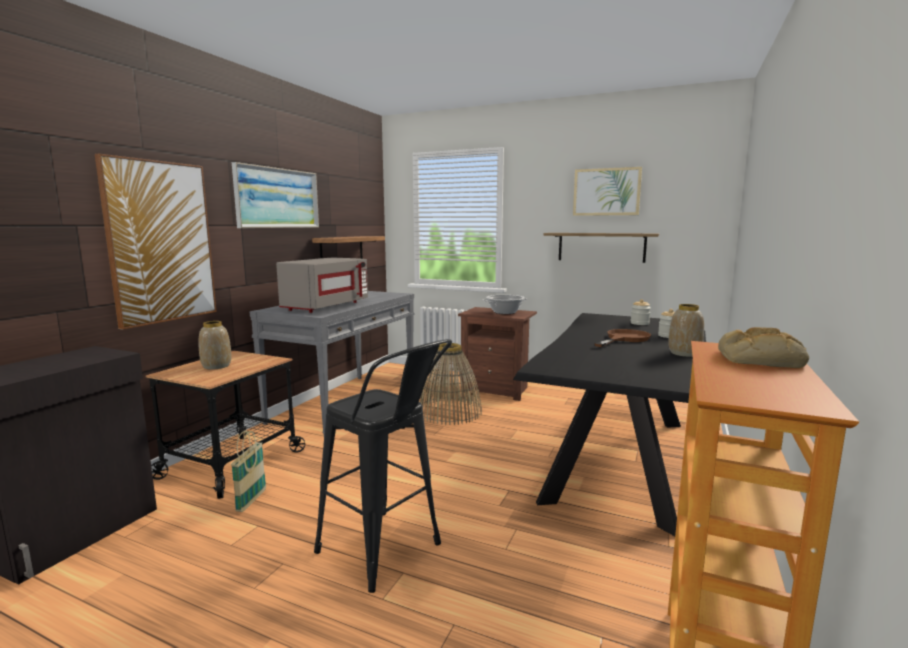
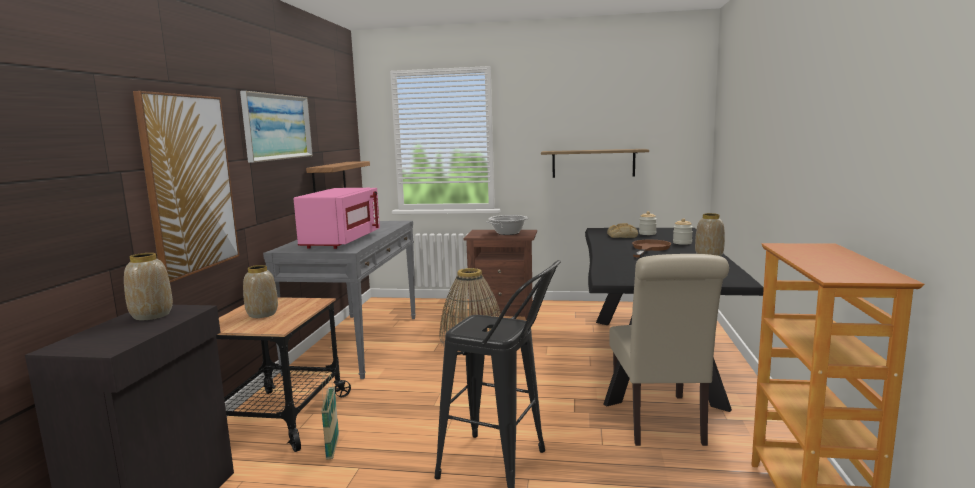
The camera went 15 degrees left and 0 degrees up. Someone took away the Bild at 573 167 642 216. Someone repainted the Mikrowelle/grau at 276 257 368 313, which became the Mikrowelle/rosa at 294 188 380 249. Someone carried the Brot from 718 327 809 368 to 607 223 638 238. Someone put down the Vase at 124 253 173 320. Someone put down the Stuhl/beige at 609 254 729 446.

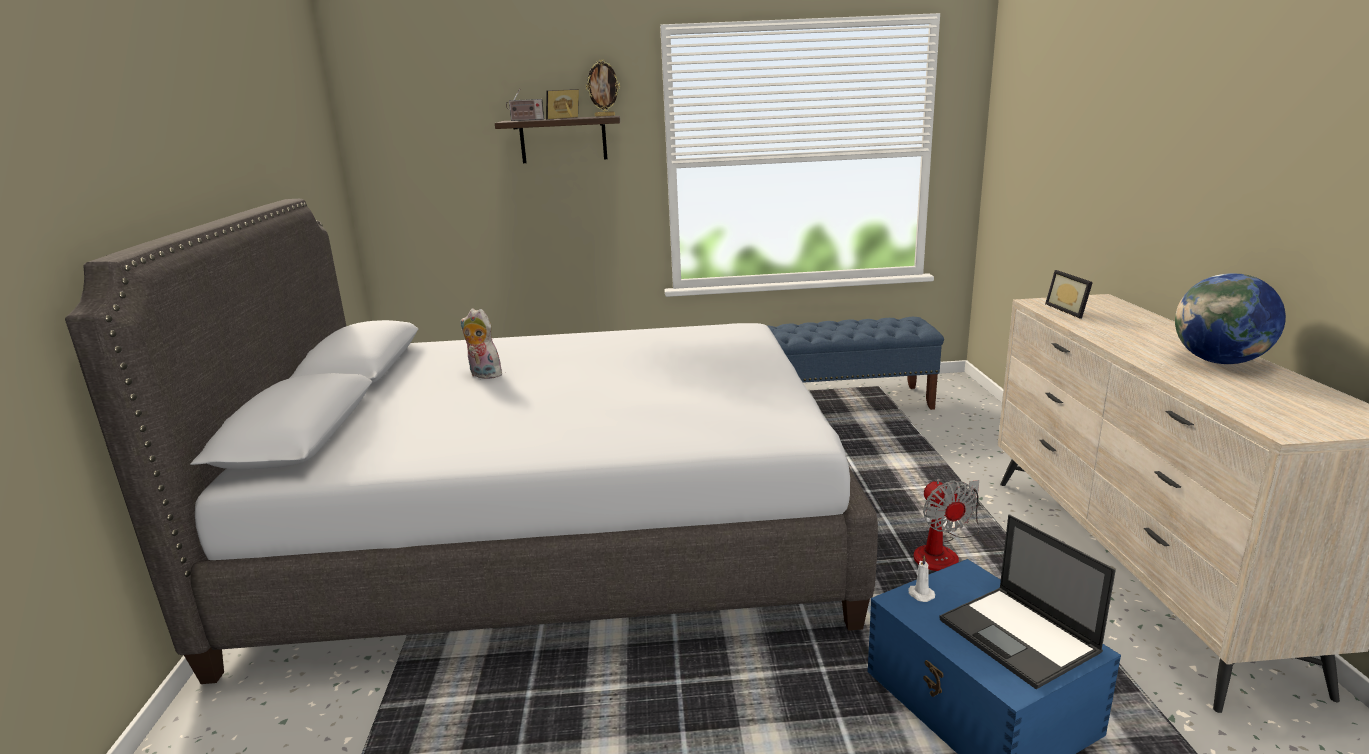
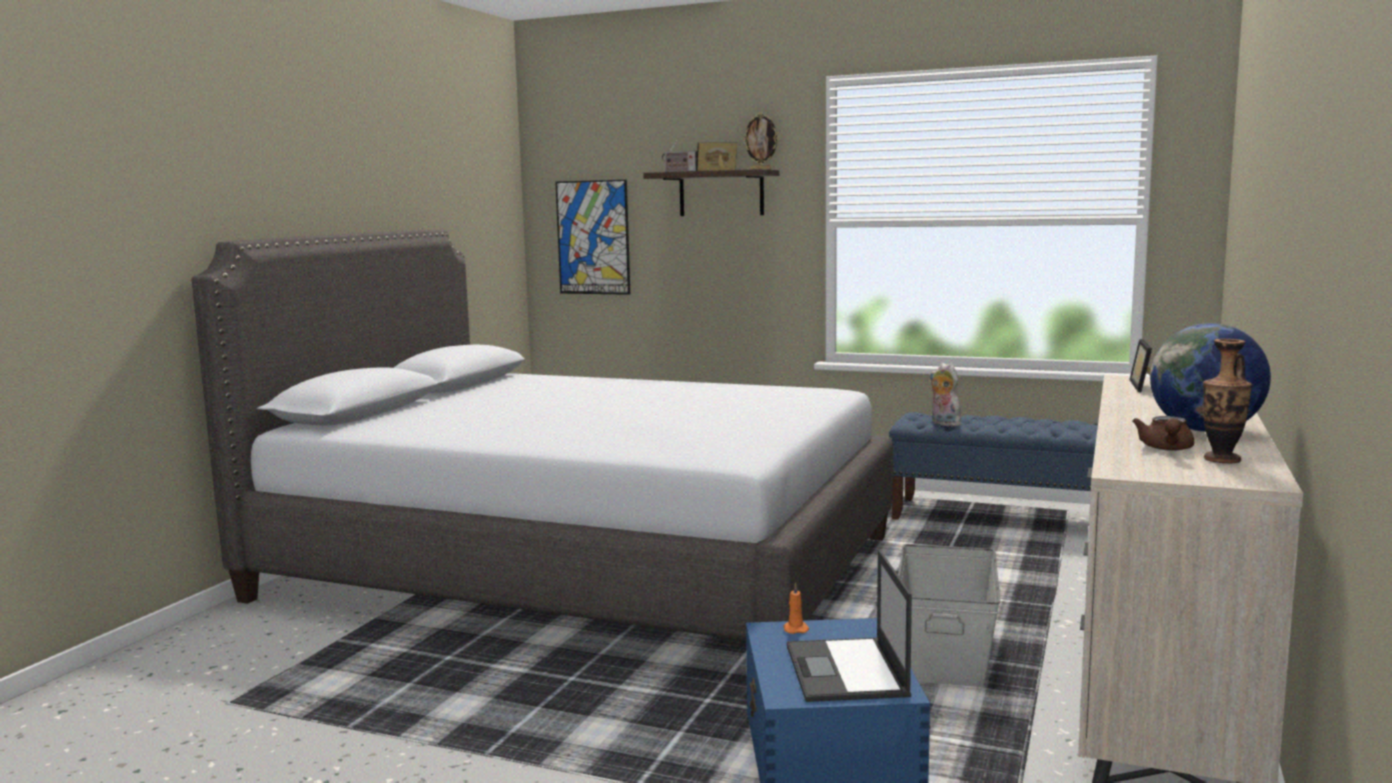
The camera went 25 degrees right and 10 degrees down. Someone carried the Plüschtier from 460 309 502 379 to 930 363 964 427. Someone swapped the Ventilator at 913 479 979 571 for the Aufbewahrungsbox/grau at 898 544 1000 687. Someone repainted the Kerze/weiß at 908 555 935 602, which became the Kerze/orange at 783 582 809 634. Someone put up the Bild at 555 180 630 295. Someone put down the Vase at 1203 339 1252 463. Someone put down the Teekanne/braun at 1132 416 1194 451.

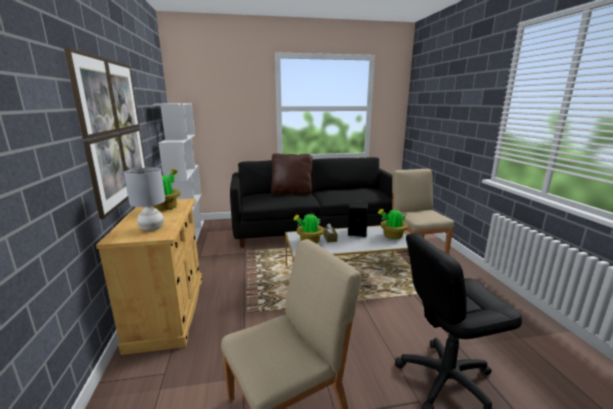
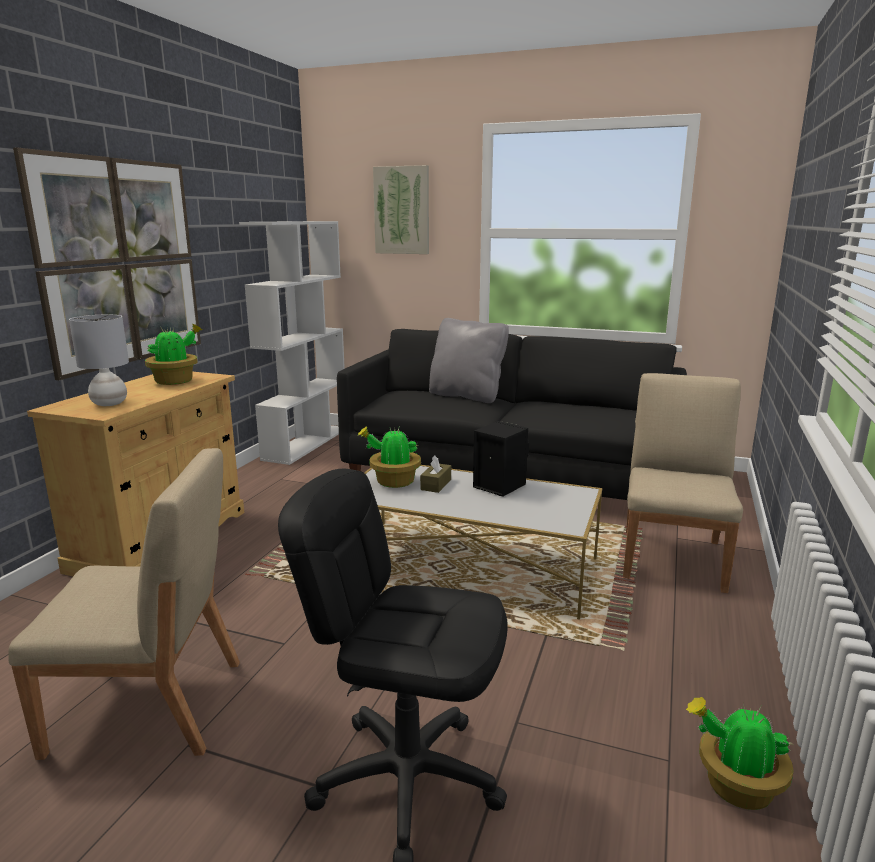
The camera went 30 degrees right and 0 degrees up. Someone repainted the Kissen/braun at 271 153 313 195, which became the Kissen/grau at 429 318 509 403. Someone carried the Topfpflanze from 378 207 408 239 to 686 697 794 810. Someone put up the Bild at 373 165 429 254.

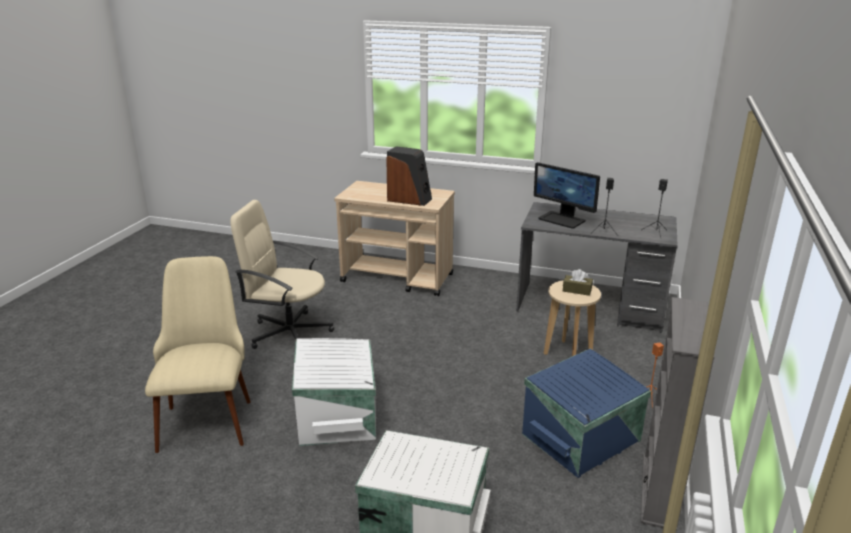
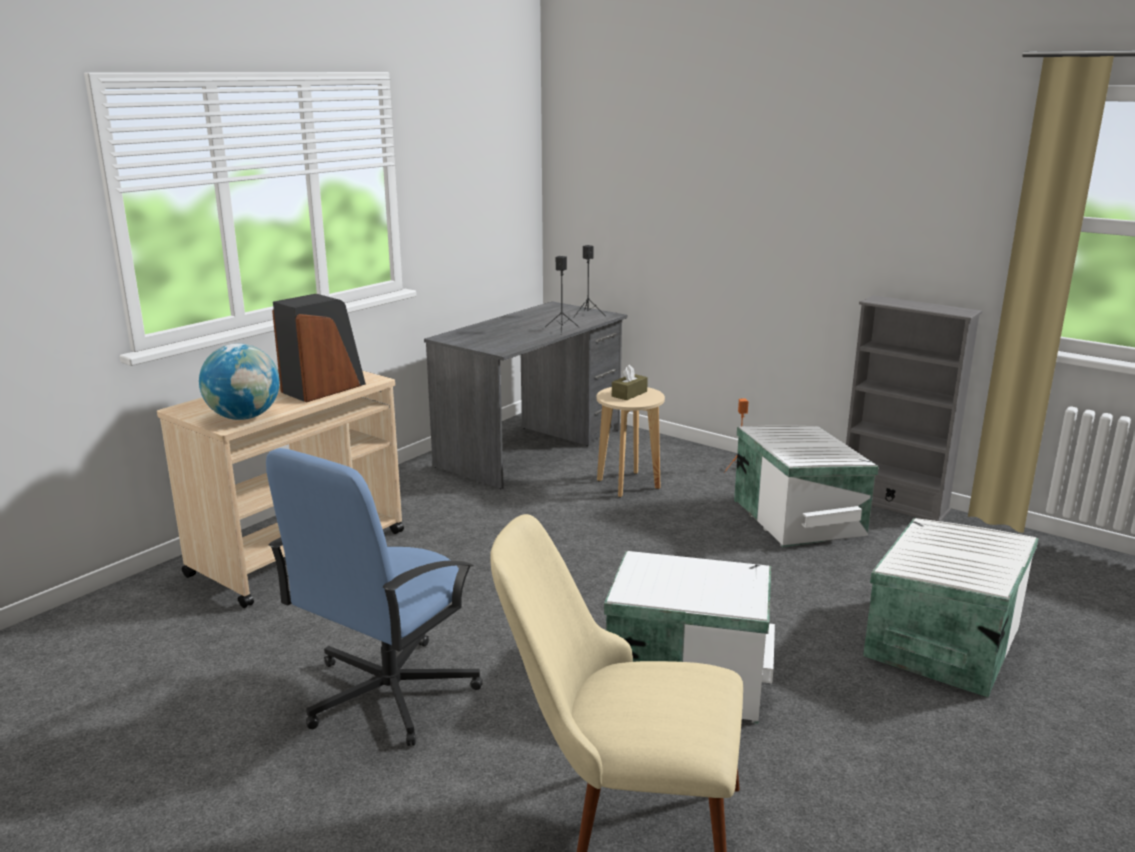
The camera went 70 degrees left and 5 degrees down. Someone took away the Monitor at 534 162 600 229. Someone repainted the Bürostuhl/beige at 231 200 334 349, which became the Bürostuhl/blau at 266 448 483 746. Someone repainted the Aufbewahrungsbox/blau at 522 348 651 478, which became the Aufbewahrungsbox/weiß at 734 425 879 547. Someone put down the Globus at 199 343 280 420.

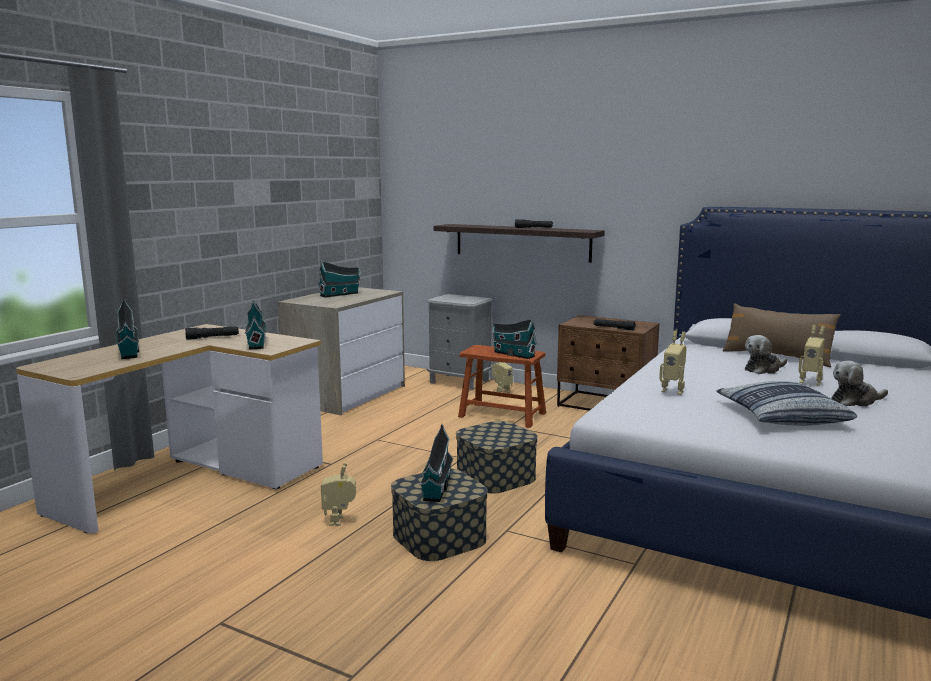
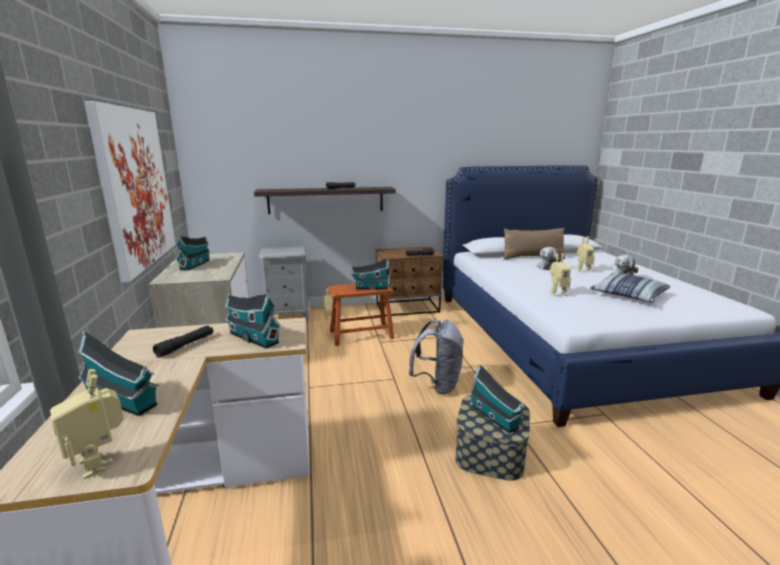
The camera went 40 degrees left and 5 degrees up. Someone swapped the Aufbewahrungsbox at 456 421 538 493 for the Rucksack/grau at 409 320 464 395. Someone carried the Spielzeugroboter from 321 462 356 526 to 50 369 124 479. Someone put up the Bild at 84 101 176 282.

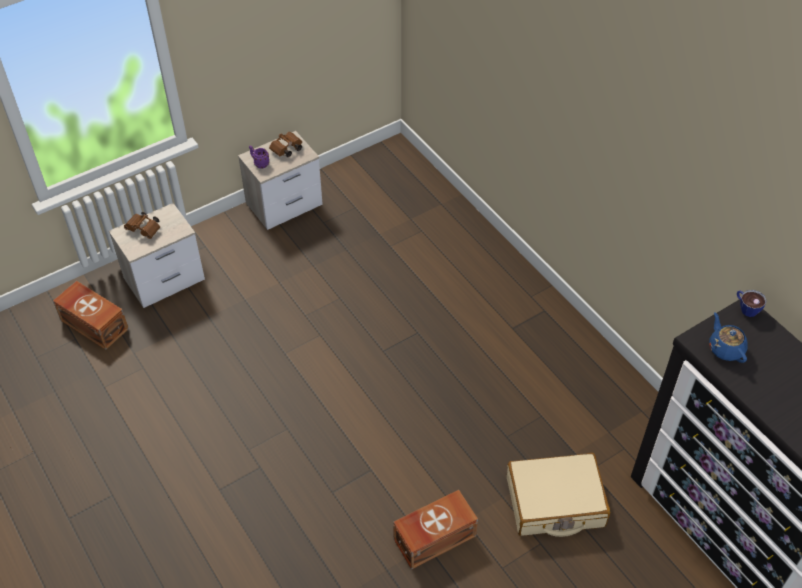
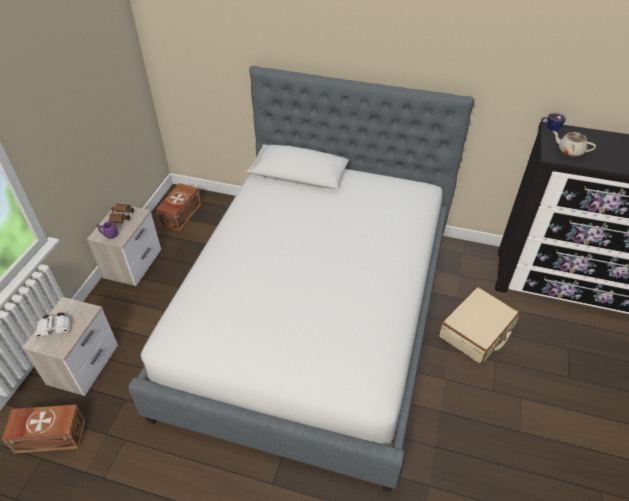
The camera went 40 degrees left and 5 degrees down. Someone repainted the Fernglas/braun at 124 212 160 239, which became the Fernglas/weiß at 35 312 70 337. Someone repainted the Teekanne/blau at 709 312 748 363, which became the Teekanne/beige at 553 131 596 157. Someone carried the Aufbewahrungsbox/braun from 393 490 478 569 to 156 183 201 231. Someone put down the Bett at 128 66 474 492.

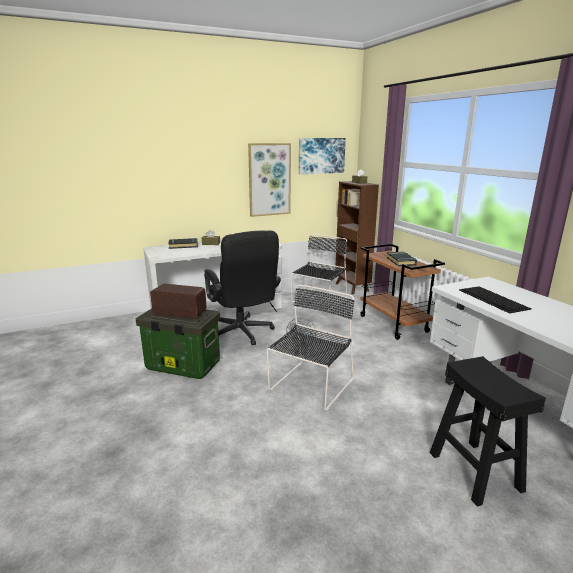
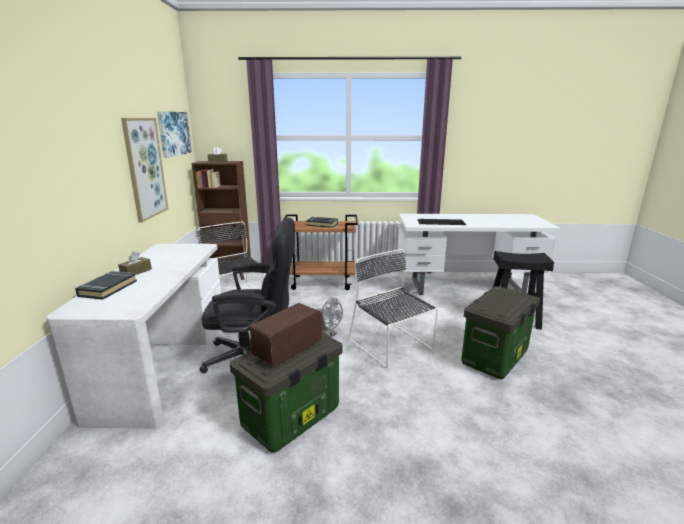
The camera went 65 degrees left and 0 degrees up. Someone put down the Aufbewahrungsbox at 461 286 540 379.

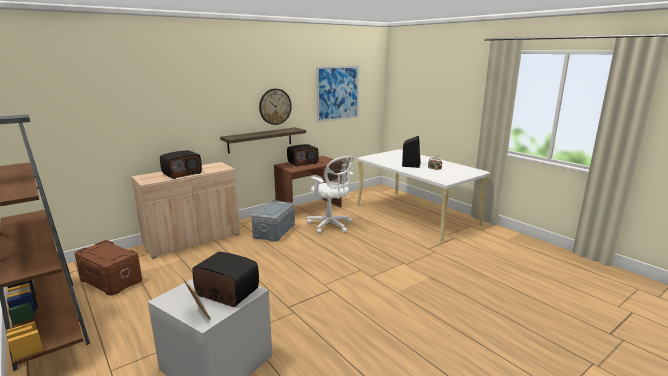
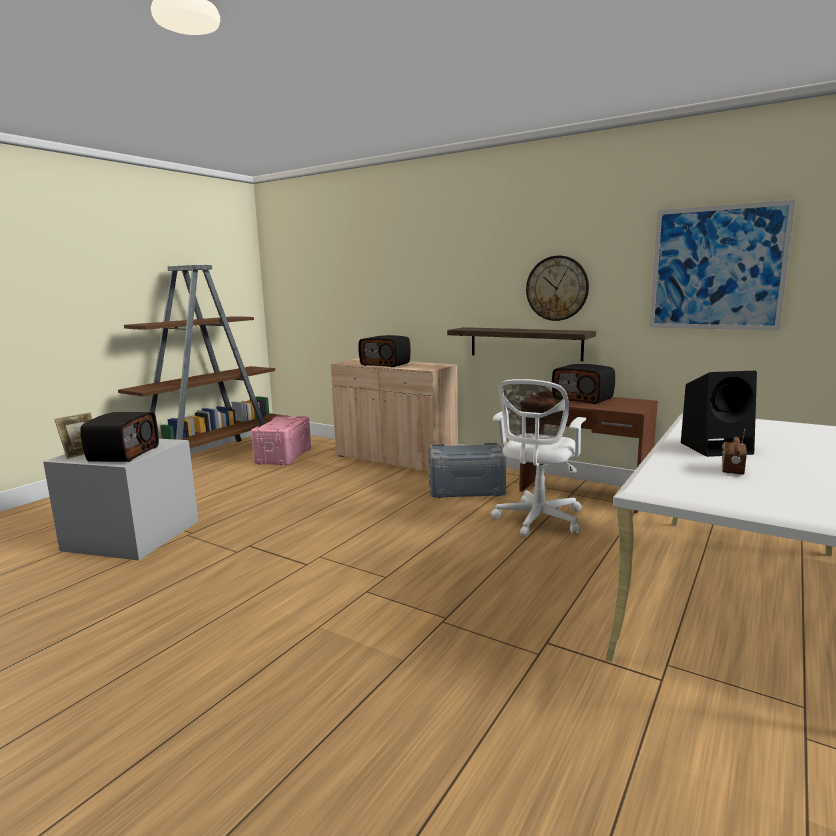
The camera went 70 degrees right and 5 degrees down. Someone repainted the Aufbewahrungsbox/braun at 74 240 142 295, which became the Aufbewahrungsbox/rosa at 251 416 311 466.

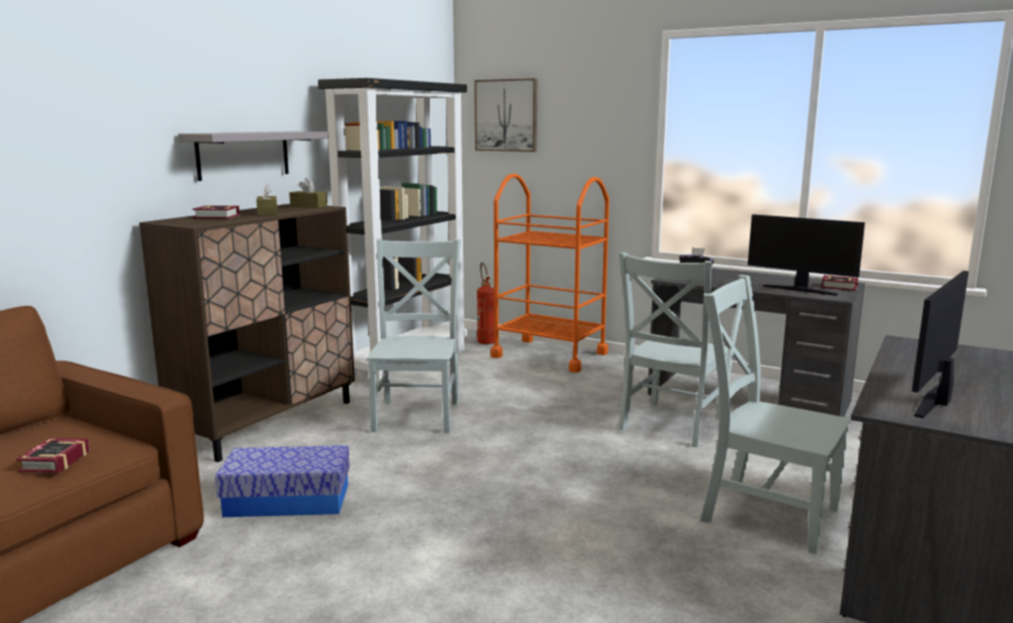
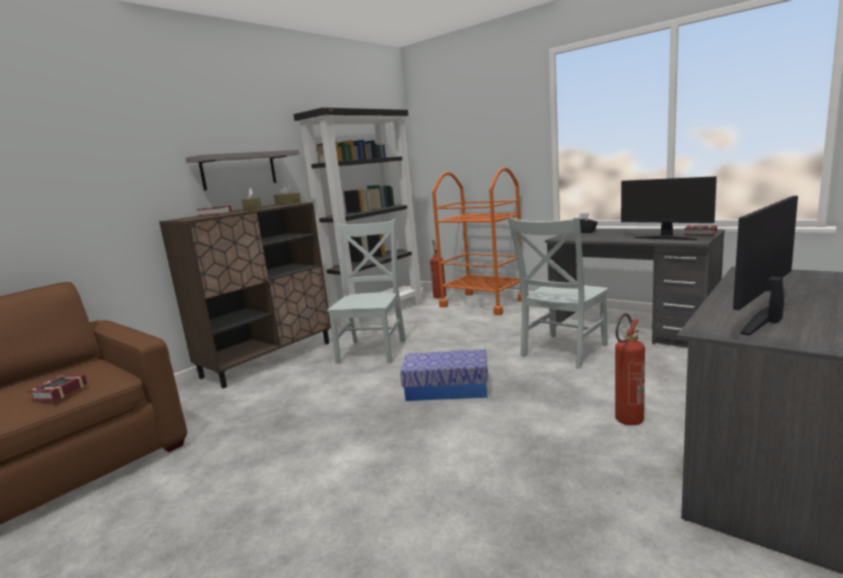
The camera went 10 degrees right and 0 degrees up. Someone took away the Bild at 474 78 537 152. Someone swapped the Stuhl/grau at 700 275 851 554 for the Feuerlöscher at 615 313 645 425. Someone carried the Aufbewahrungsbox from 215 445 350 517 to 400 349 489 401.

